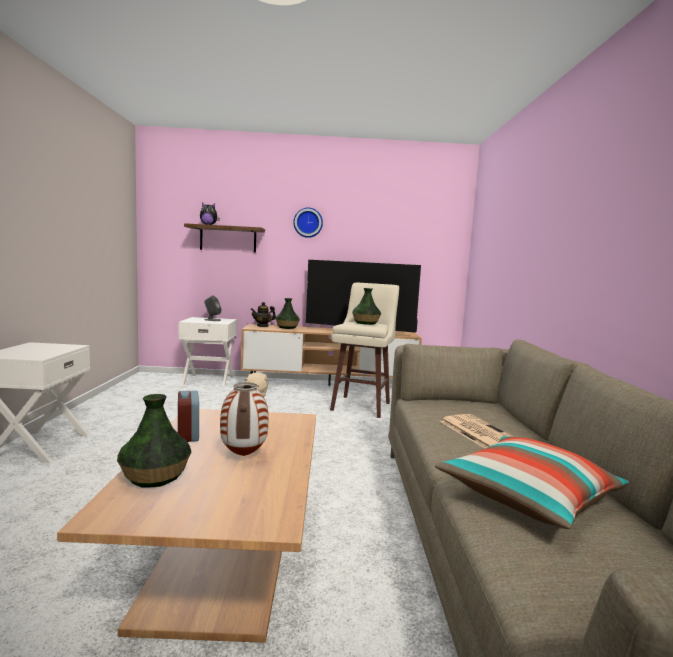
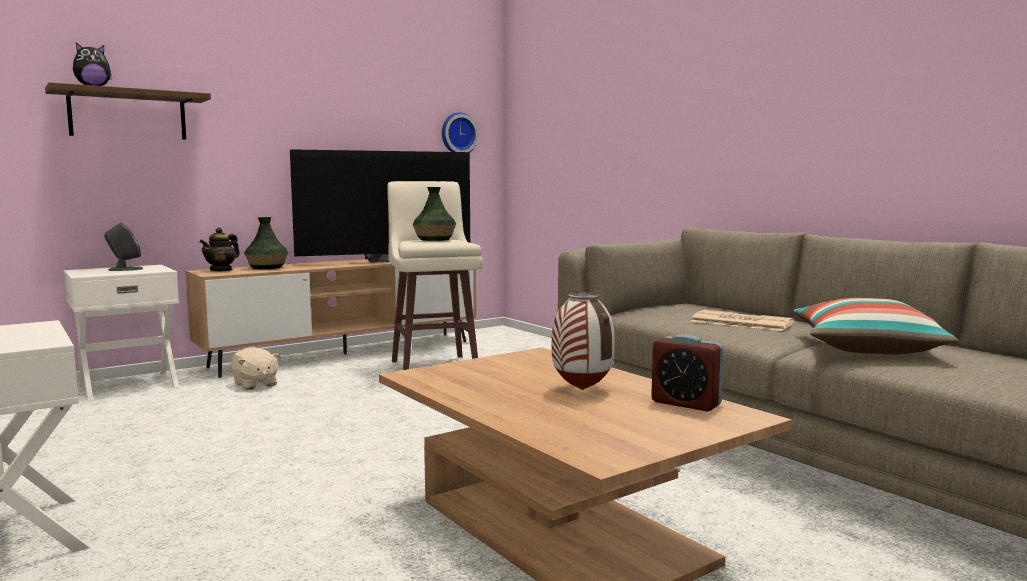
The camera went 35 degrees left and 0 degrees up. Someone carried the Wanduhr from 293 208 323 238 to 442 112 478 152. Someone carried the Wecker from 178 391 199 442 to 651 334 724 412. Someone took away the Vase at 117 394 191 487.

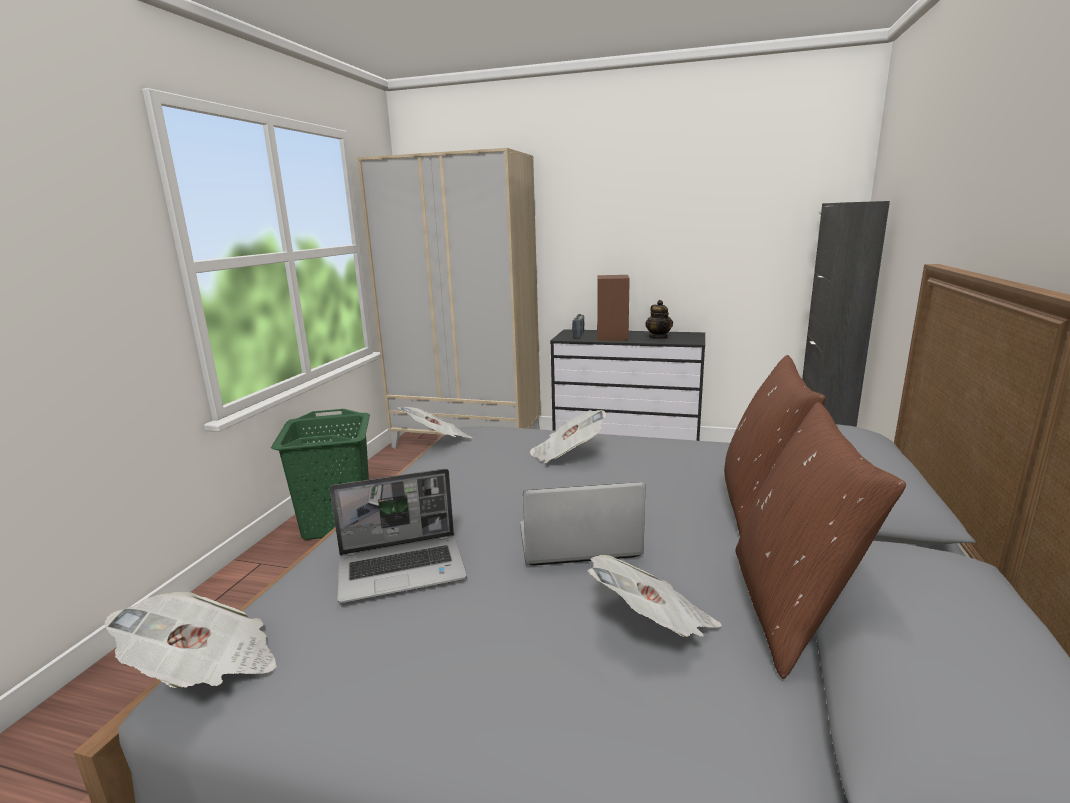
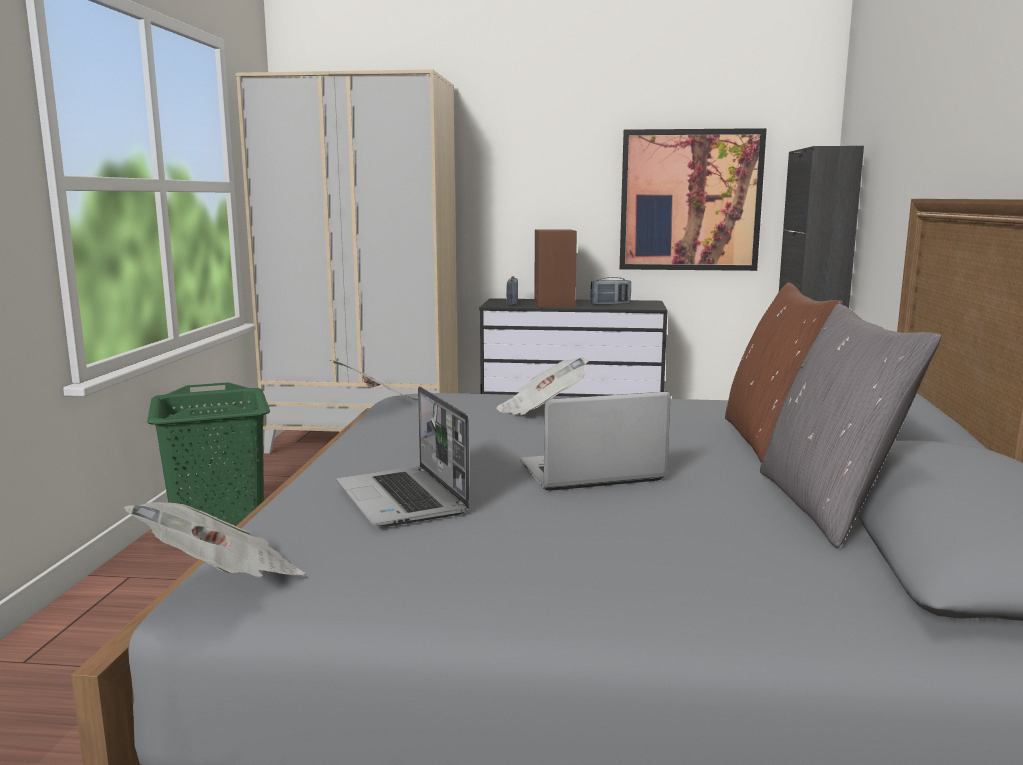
The camera went 10 degrees left and 5 degrees down. Someone swapped the Teekanne at 645 300 673 339 for the Radio at 590 277 631 305. Someone repainted the Kissen/braun at 735 402 906 679, which became the Kissen/grau at 760 304 942 548. Someone rotated the Laptop at 330 469 467 603 by 90 degrees clockwise. Someone took away the Zeitung at 587 555 722 638. Someone put up the Bild at 620 128 767 271.

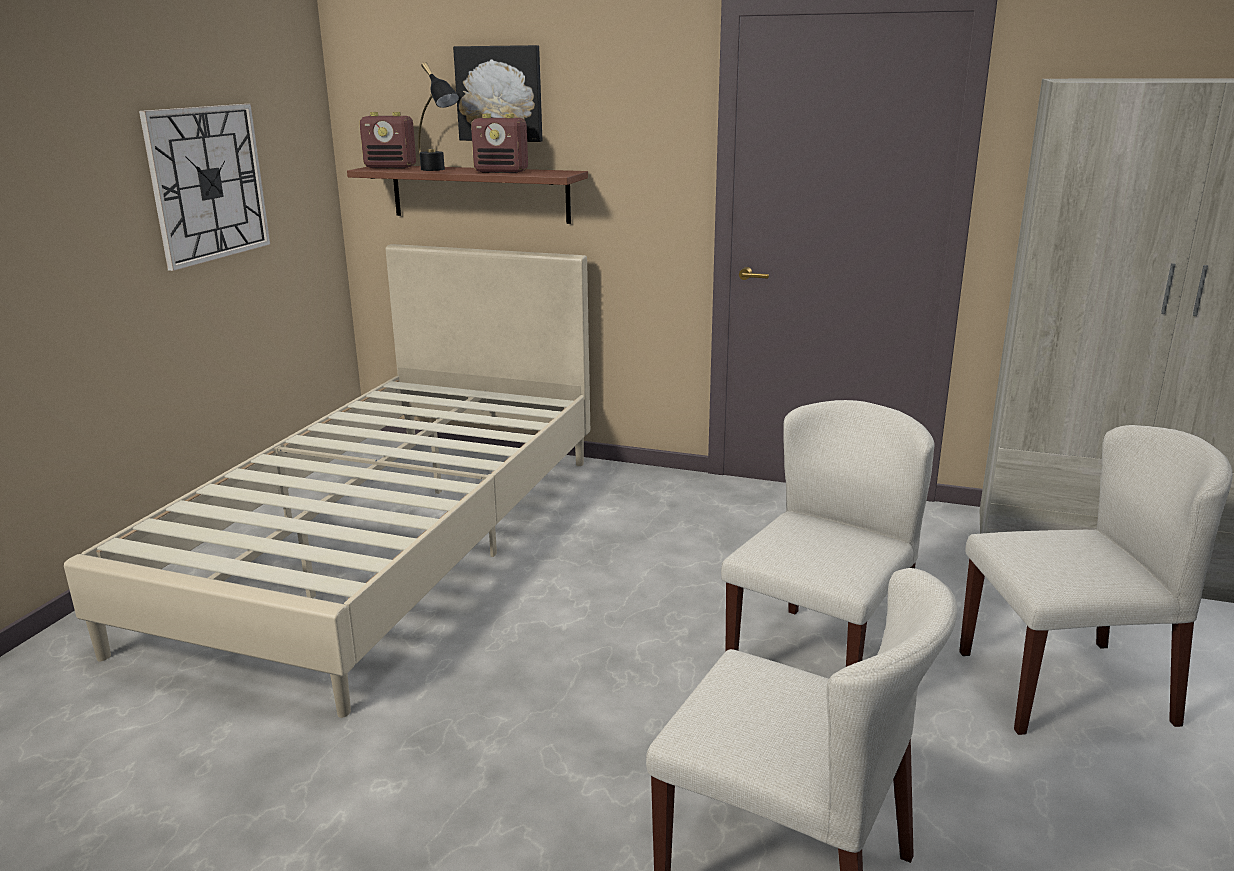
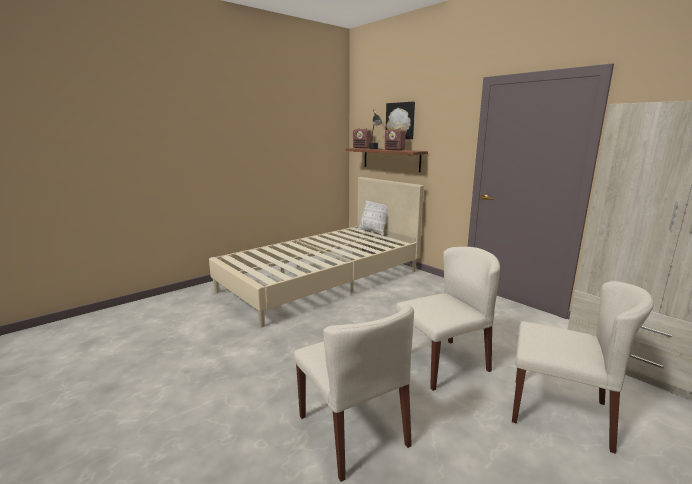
The camera went 30 degrees right and 5 degrees down. Someone took away the Wanduhr at 139 104 270 271. Someone put down the Kissen at 358 200 388 236.

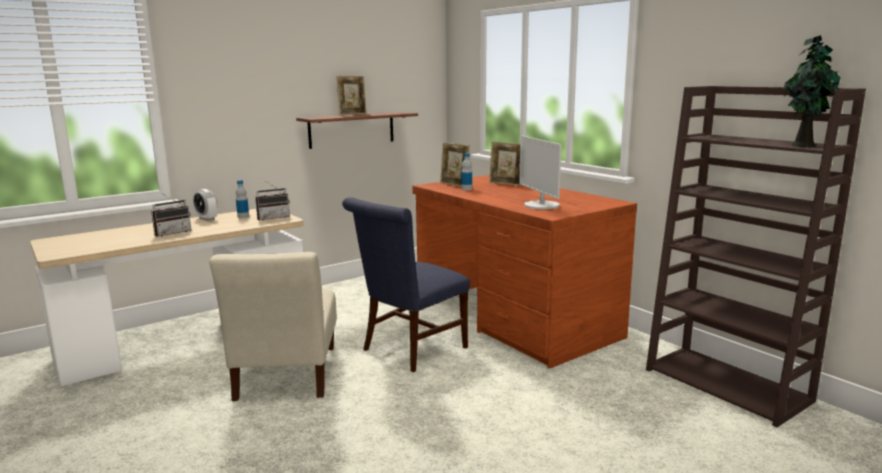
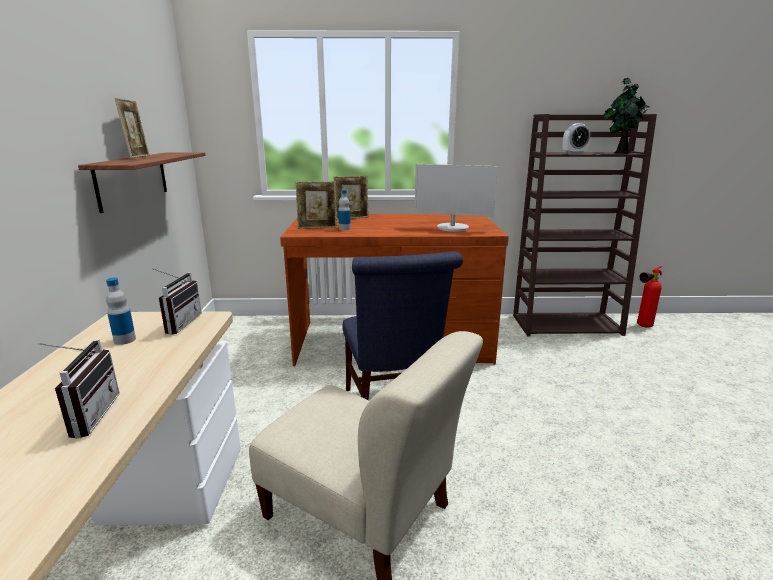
The camera went 55 degrees left and 5 degrees up. Someone carried the Wecker from 193 189 217 221 to 563 123 590 154. Someone put down the Feuerlöscher at 637 266 662 328.

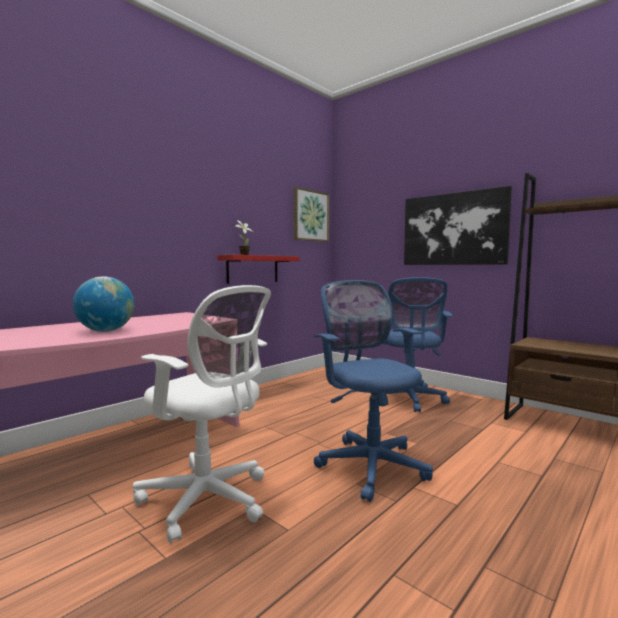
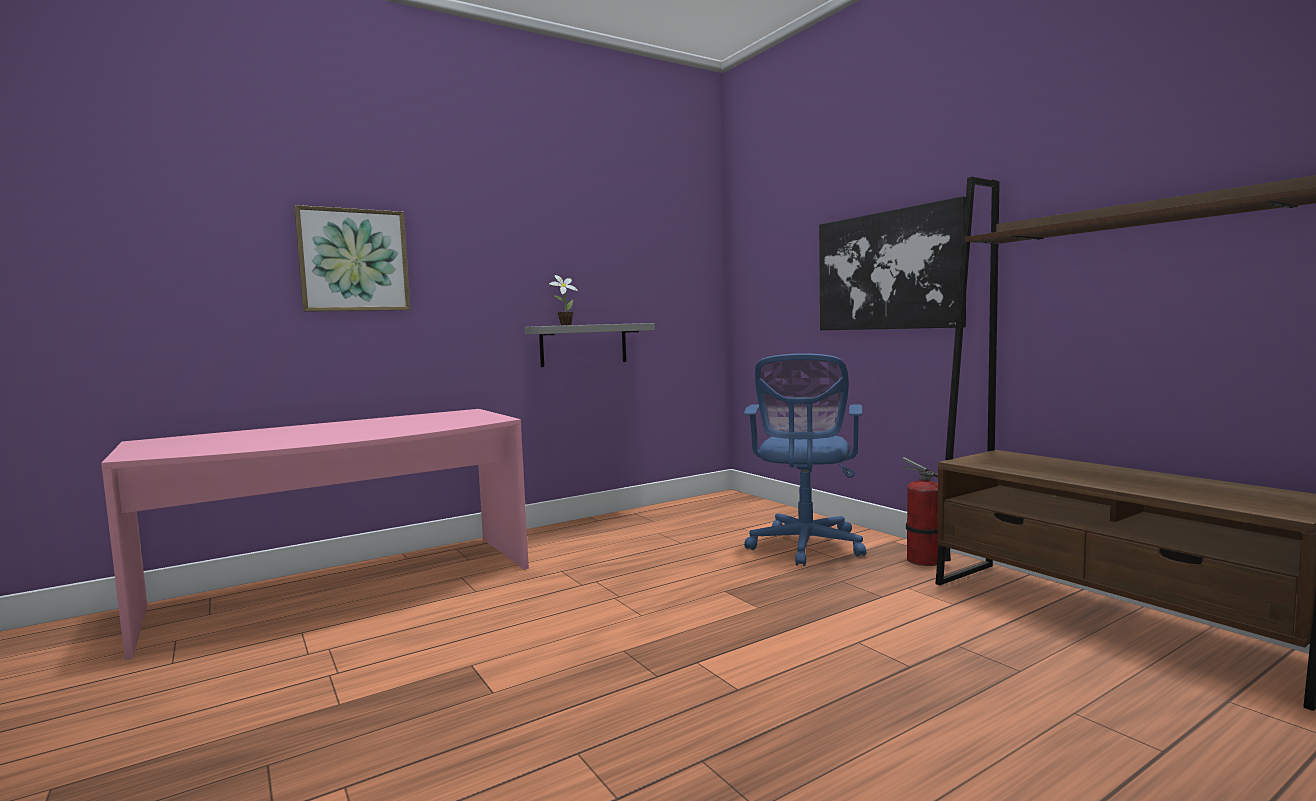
The camera went 15 degrees right and 0 degrees up. Someone carried the Bild from 293 187 329 242 to 294 205 411 312. Someone repainted the Wandregal/rot at 217 255 300 284, which became the Wandregal/grau at 524 323 655 367. Someone took away the Globus at 73 276 134 332. Someone took away the Bürostuhl/blau at 314 280 433 502. Someone took away the Bürostuhl/weiß at 133 285 271 544. Someone put down the Feuerlöscher at 901 457 951 566.

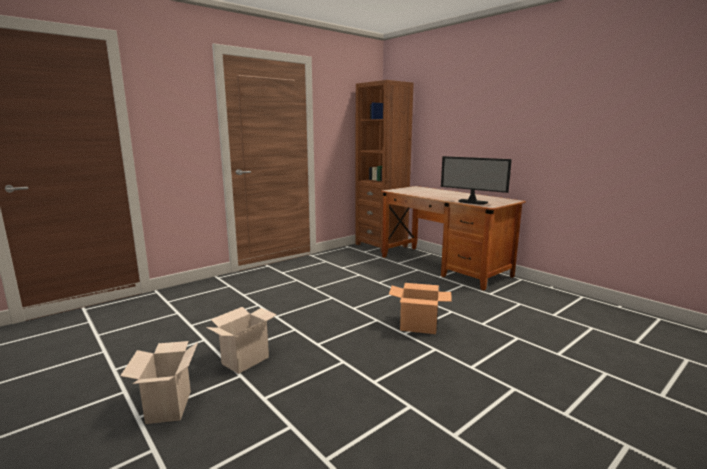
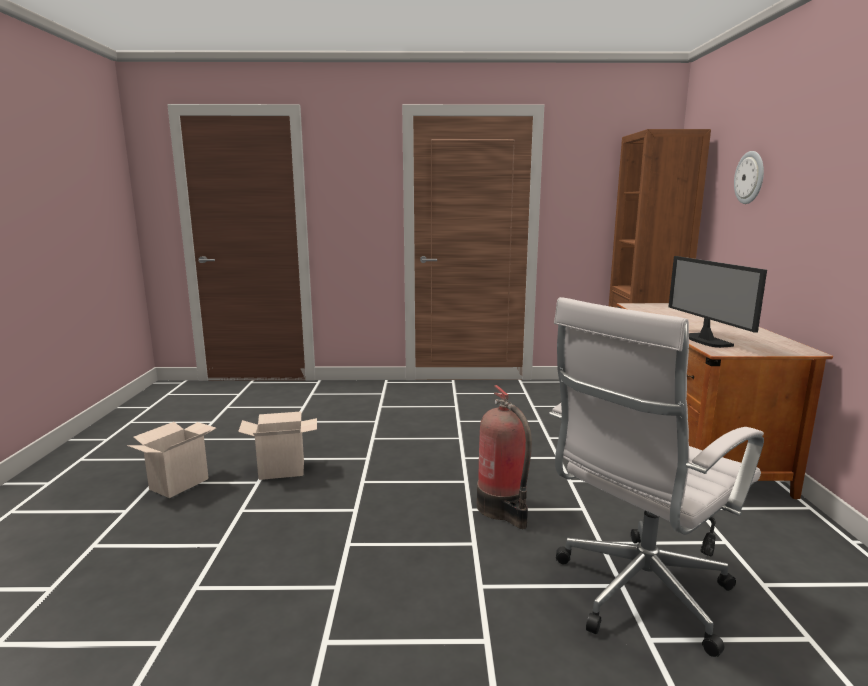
The camera went 40 degrees right and 0 degrees up. Someone swapped the Karton at 389 283 452 334 for the Feuerlöscher at 477 385 532 529. Someone put up the Wanduhr at 734 151 764 204. Someone put down the Bürostuhl/weiß at 549 297 764 657.

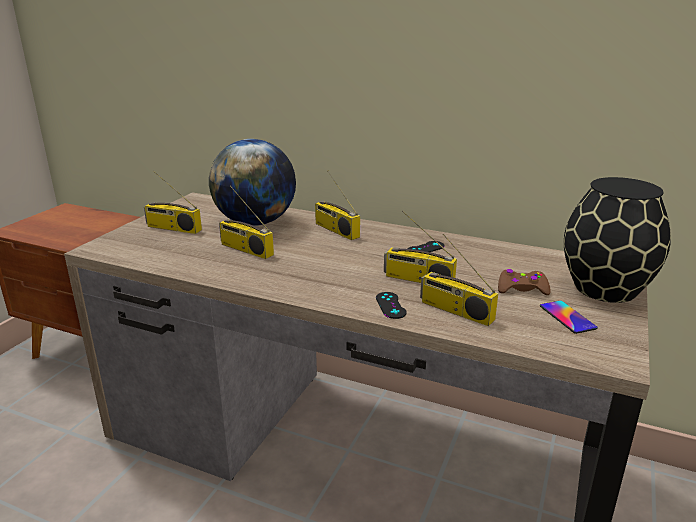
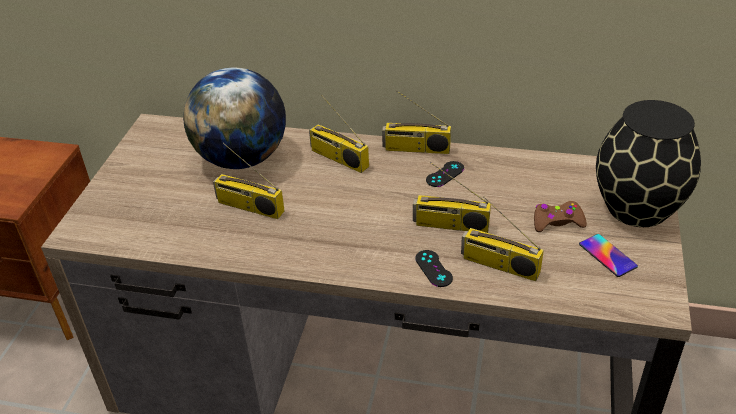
The camera went 10 degrees left and 15 degrees up. Someone carried the Radio from 144 170 202 234 to 382 90 451 154.

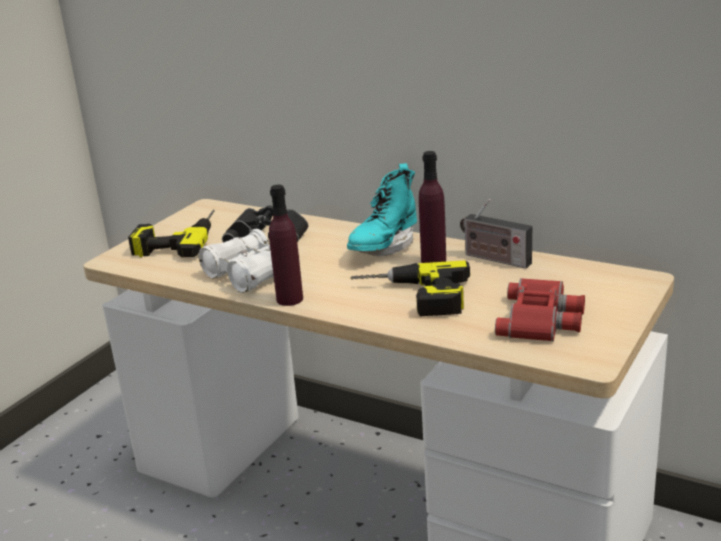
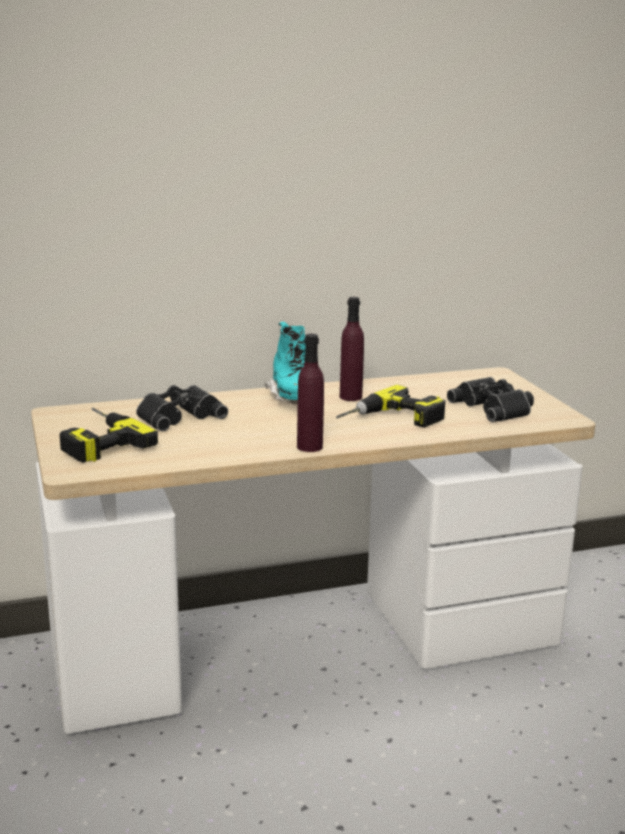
The camera went 50 degrees left and 5 degrees down. Someone took away the Radio at 460 199 532 269. Someone took away the Fernglas/weiß at 199 229 300 293. Someone repainted the Fernglas/rot at 495 278 585 342, which became the Fernglas/schwarz at 447 377 534 422.

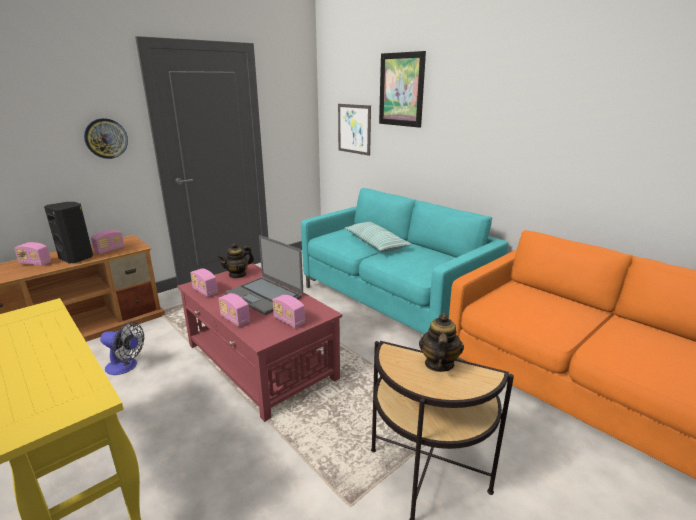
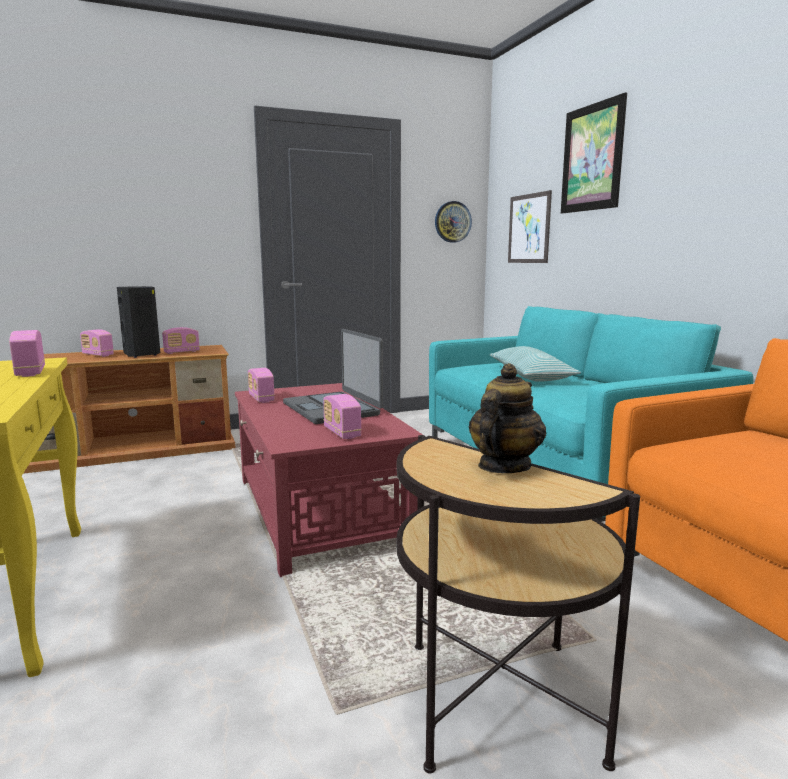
The camera went 20 degrees right and 10 degrees down. Someone carried the Wanduhr from 84 118 128 159 to 435 201 472 243. Someone took away the Teekanne at 217 243 254 279. Someone carried the Radio from 218 293 250 327 to 9 330 45 377. Someone took away the Ventilator at 100 322 144 375.

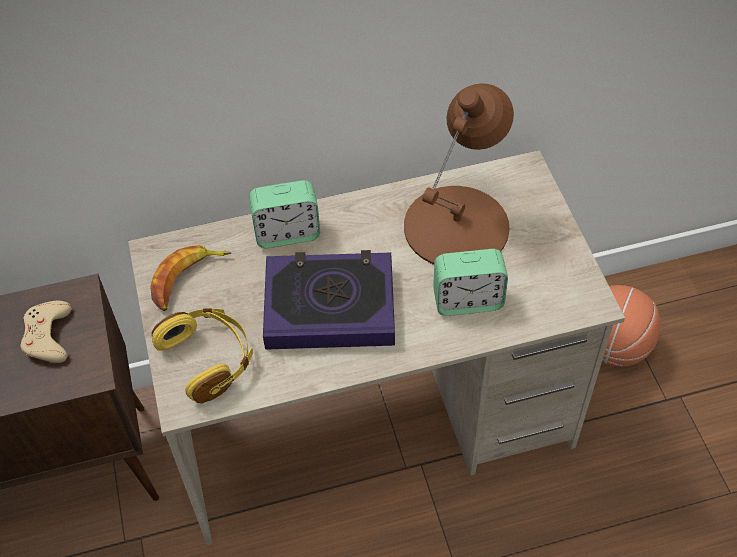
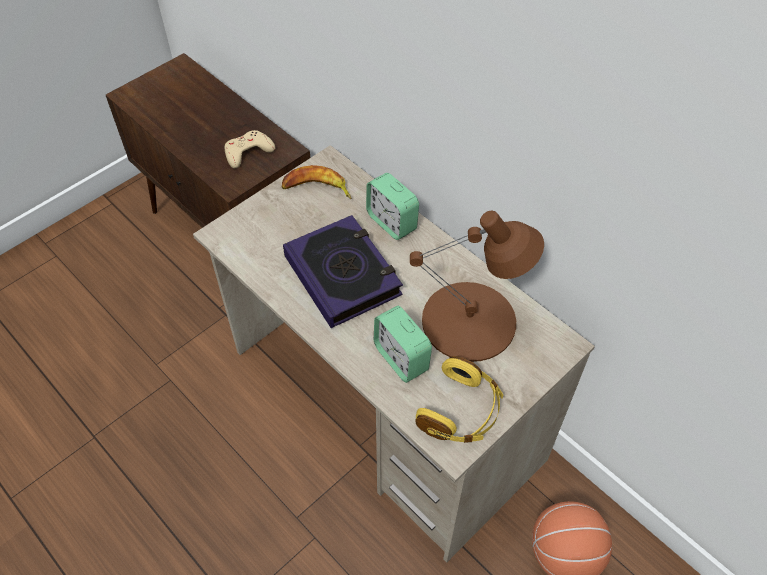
The camera went 60 degrees right and 0 degrees up. Someone carried the Kopfhörer/gelb from 152 308 253 403 to 415 356 503 443.

